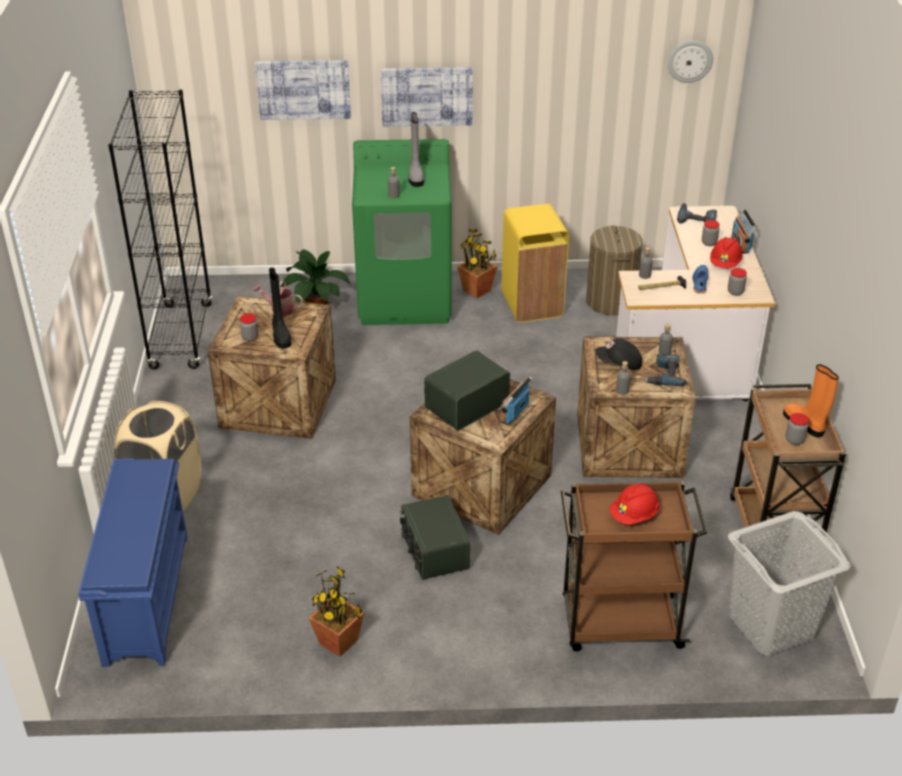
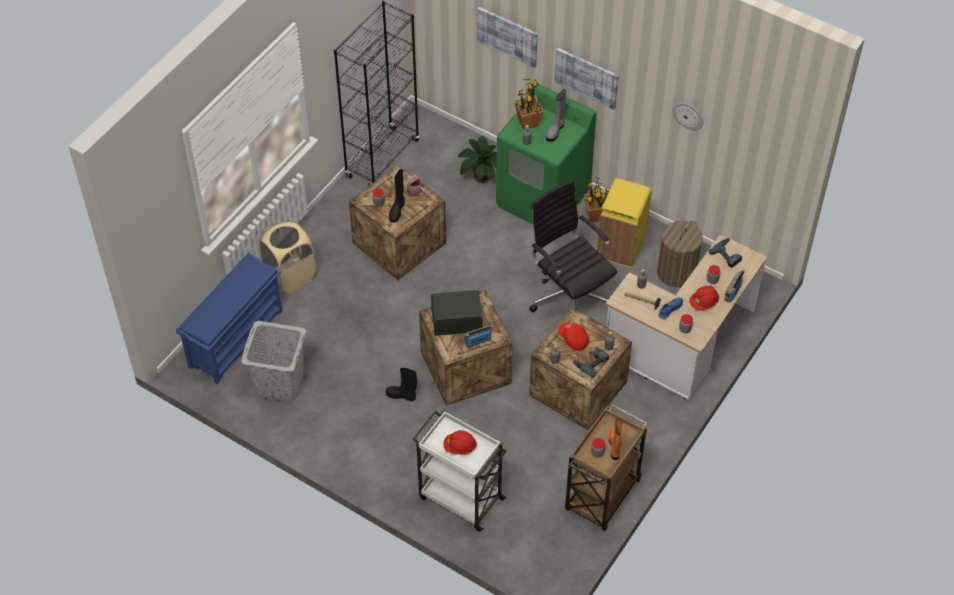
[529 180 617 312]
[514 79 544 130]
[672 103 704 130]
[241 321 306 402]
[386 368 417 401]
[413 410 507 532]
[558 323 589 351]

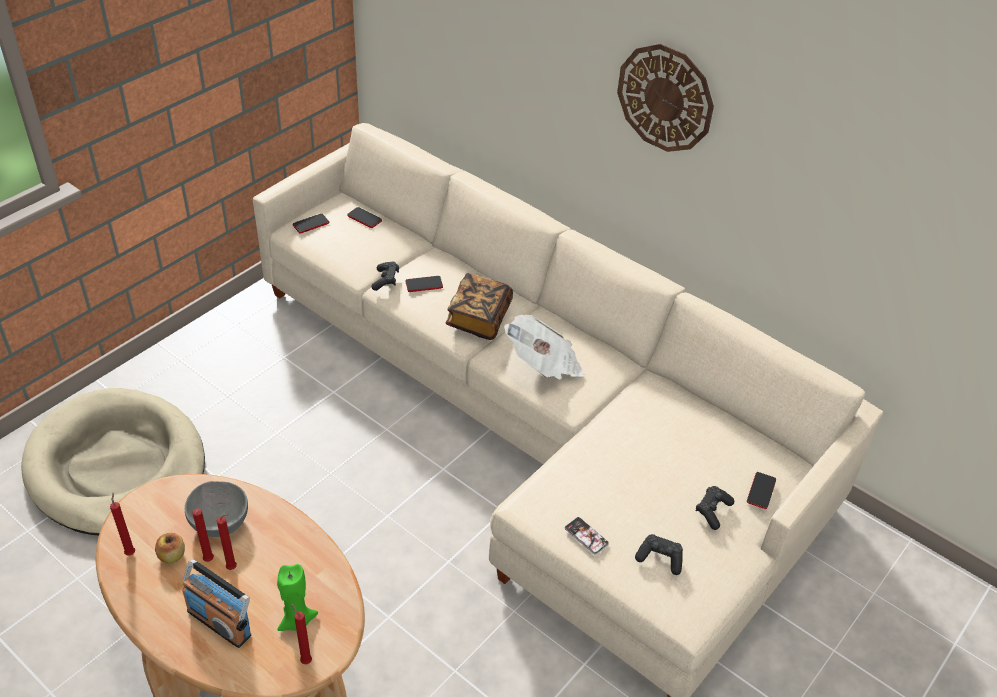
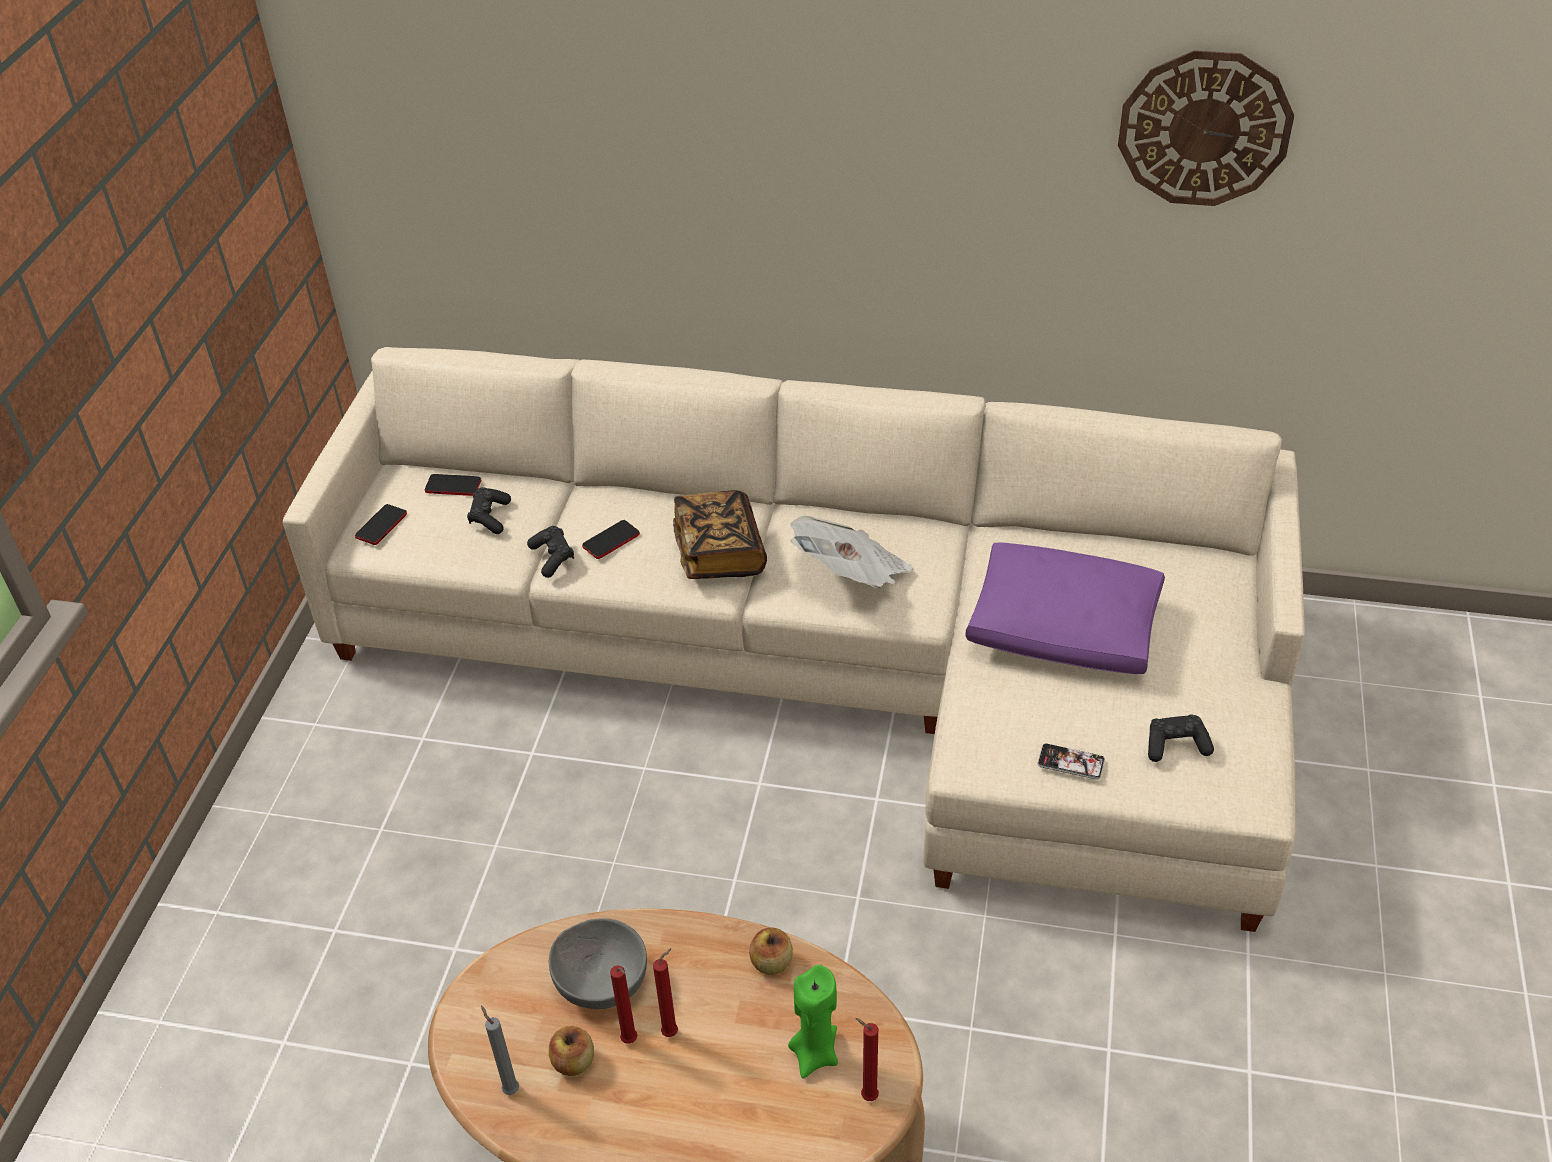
[21 388 205 535] (first image)
[182 559 251 648] (first image)
[747 472 776 509] (first image)
[749 928 793 975]
[965 543 1165 674]
[1118 50 1294 206]
[467 487 511 534]
[481 1006 519 1095]

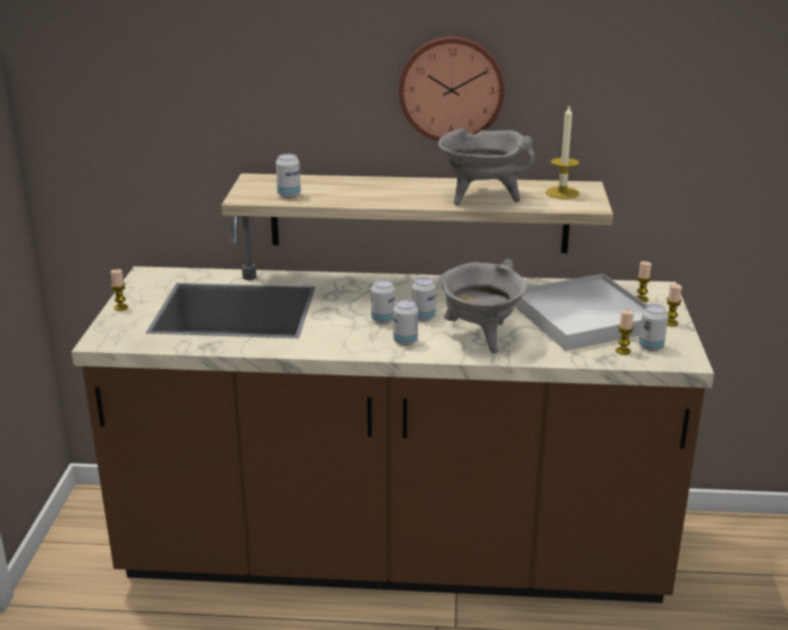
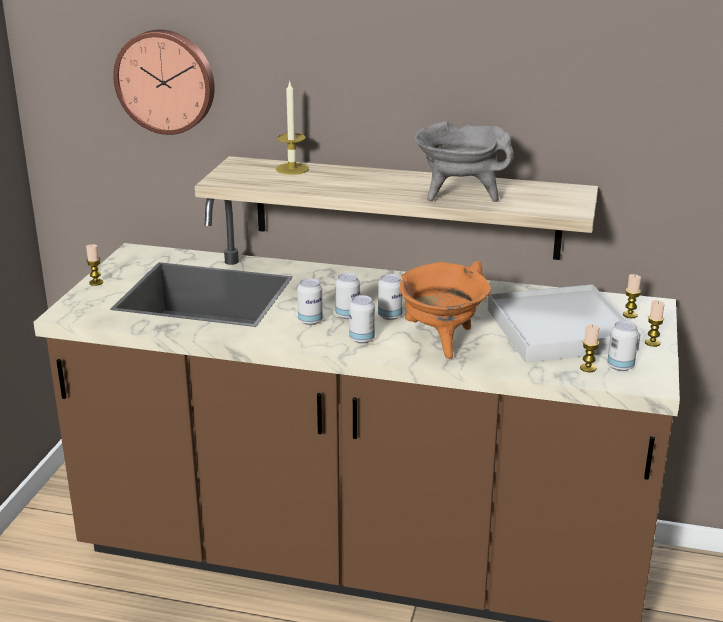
[297 278 323 325]
[113 29 215 135]
[276 80 309 175]
[399 261 491 359]

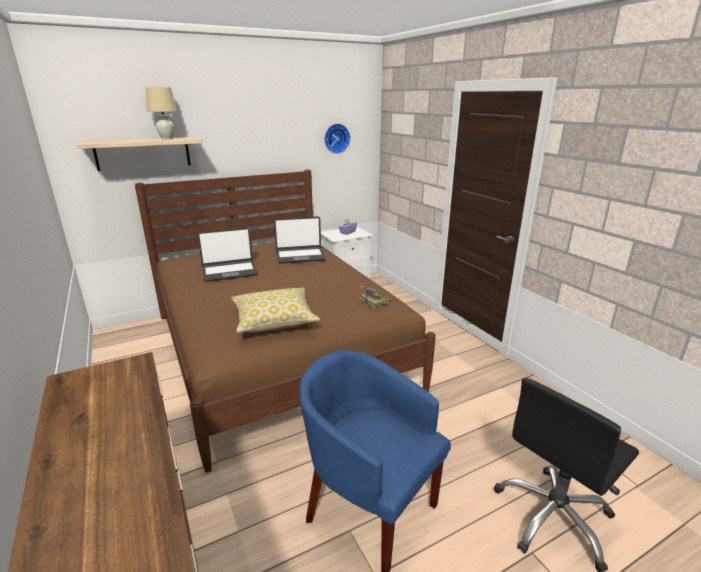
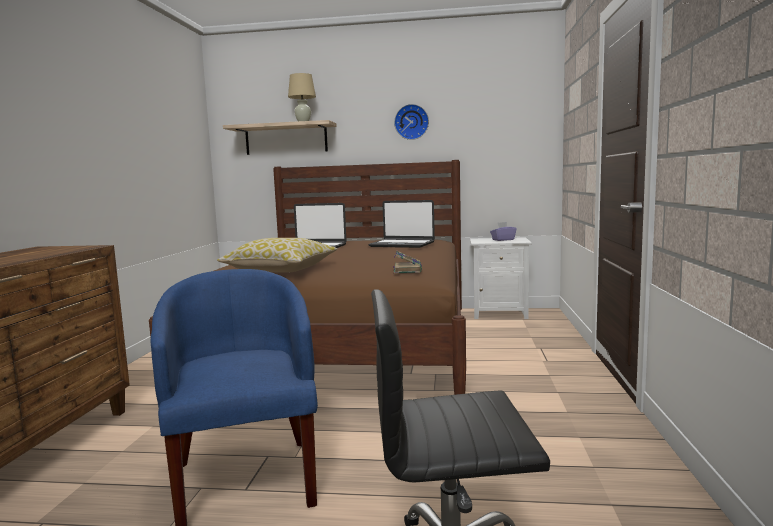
[394 104 429 140]

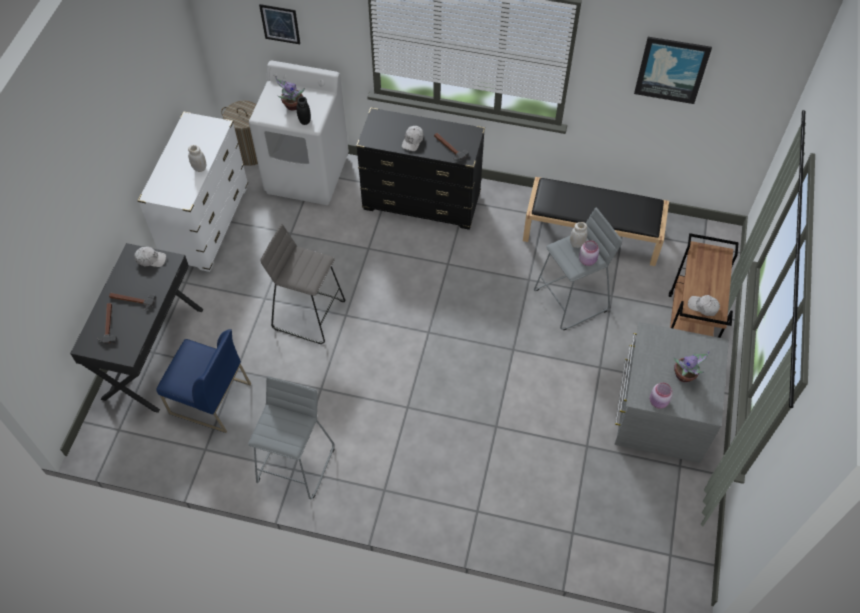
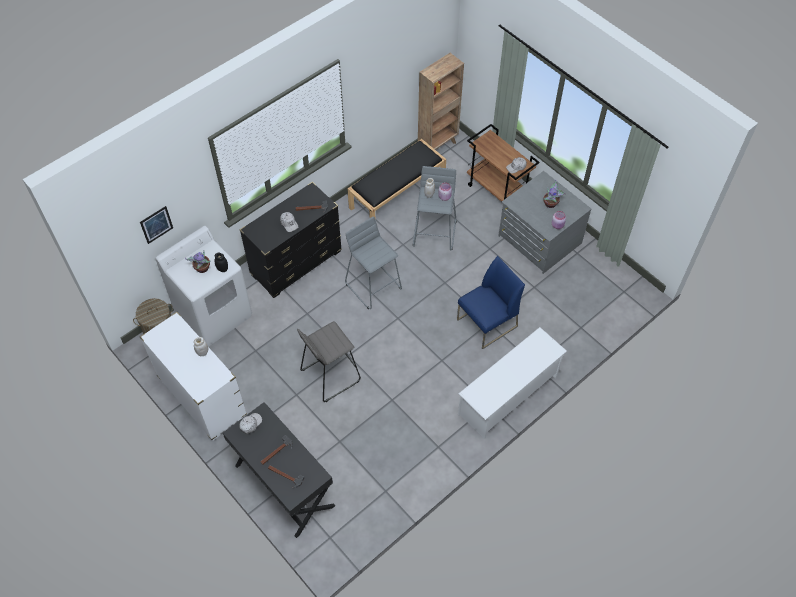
[634 37 712 104] (first image)
[418 53 464 150]
[458 327 567 439]
[457 256 525 349]
[345 216 402 309]

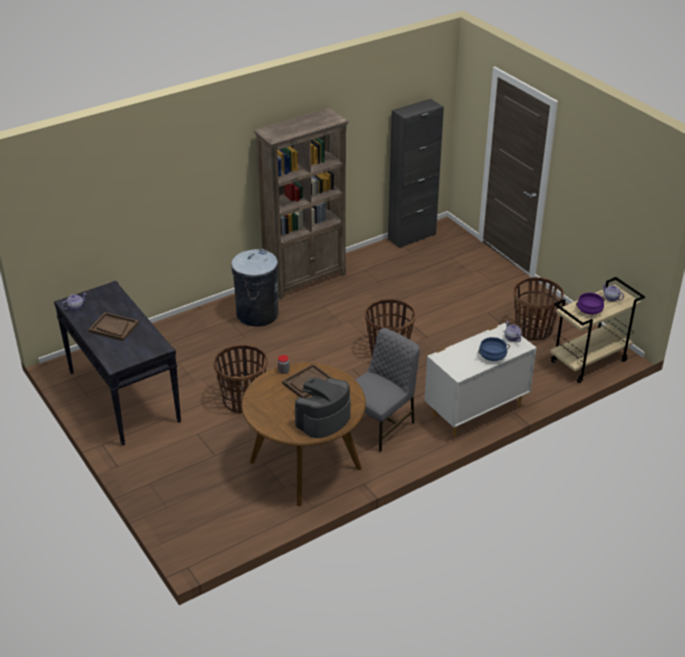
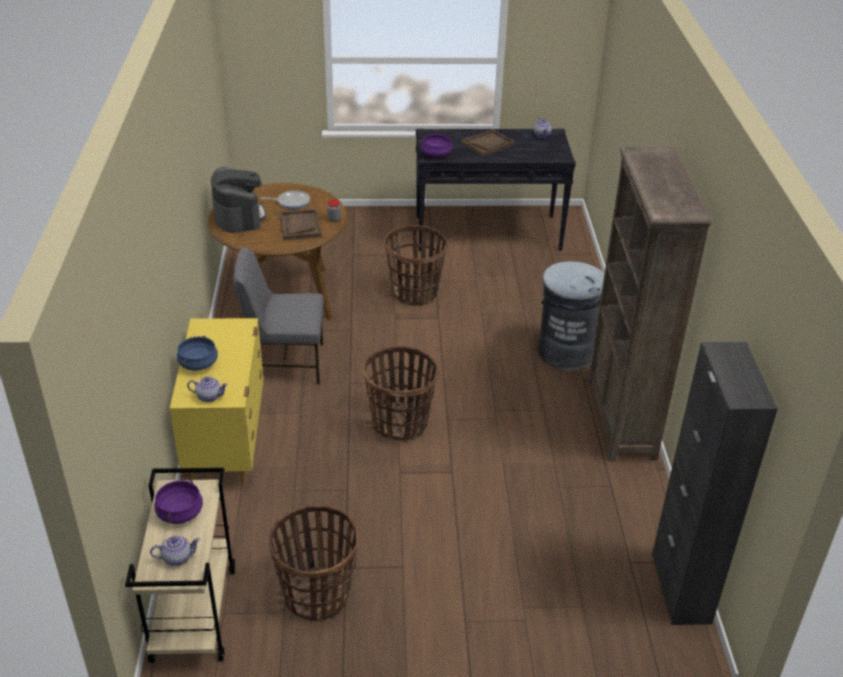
[261 190 310 209]
[418 134 455 157]
[170 318 264 486]
[233 247 324 384]

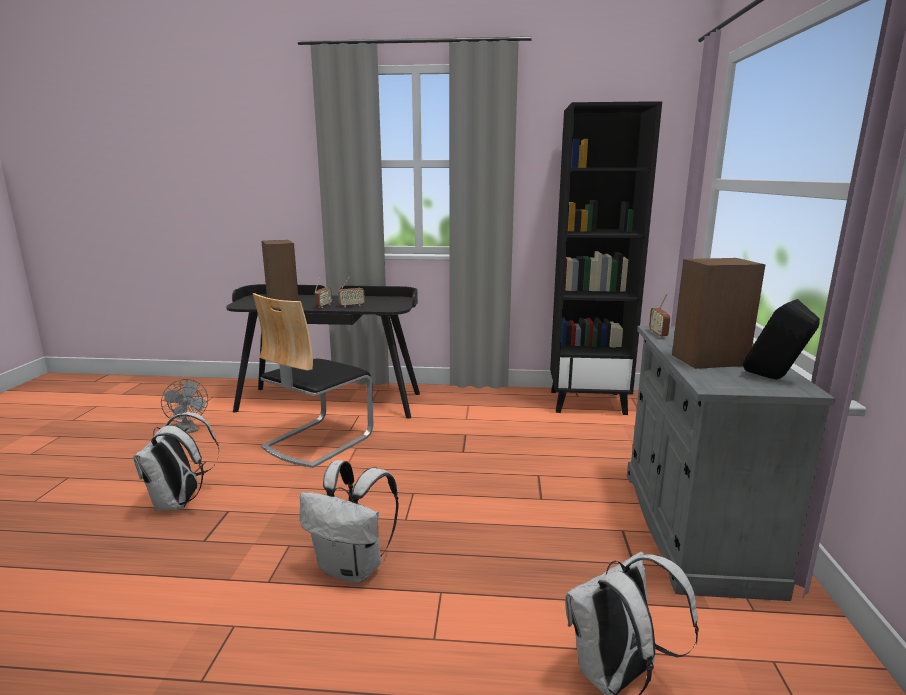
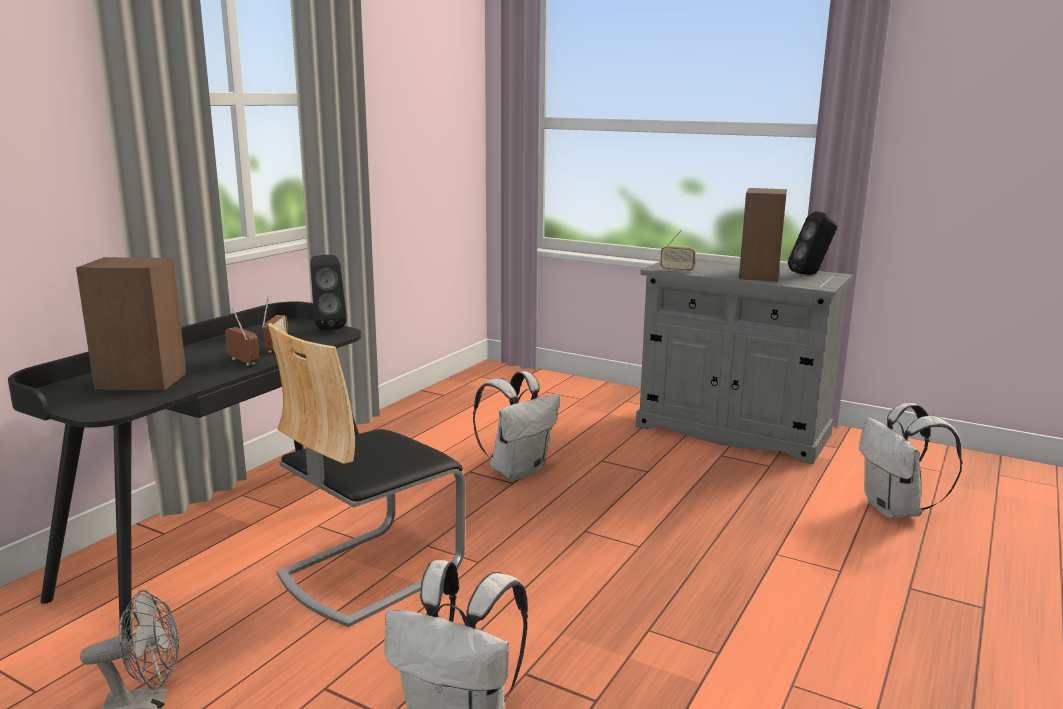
[550 101 662 415] (first image)
[310 255 347 330]
[473 371 560 480]
[268 323 466 627]

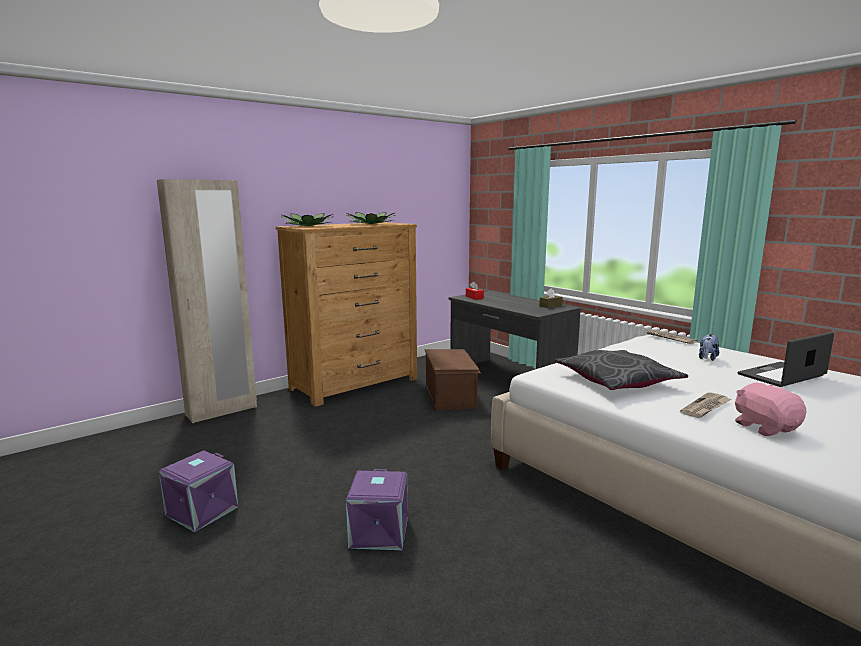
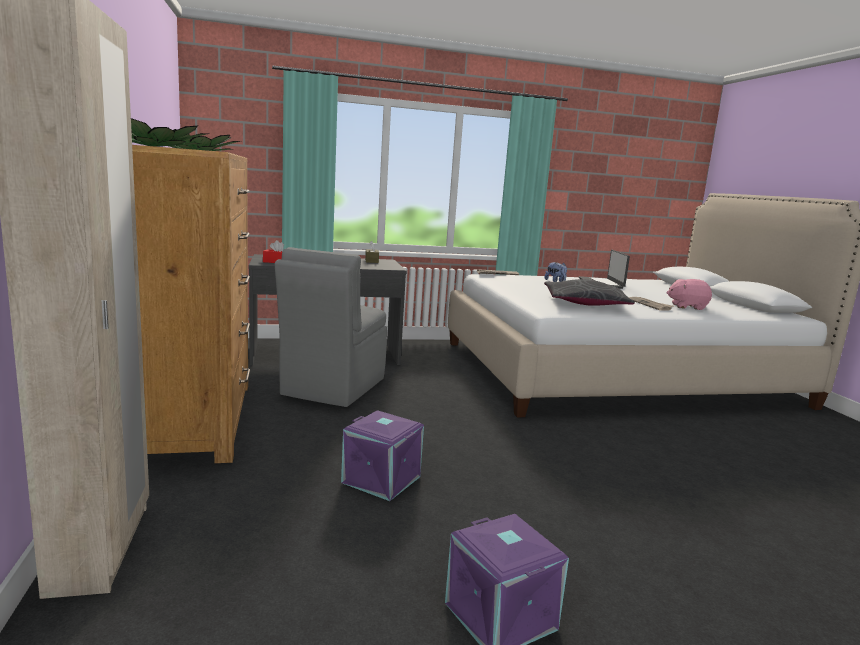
[341 410 424 501]
[275 247 387 407]

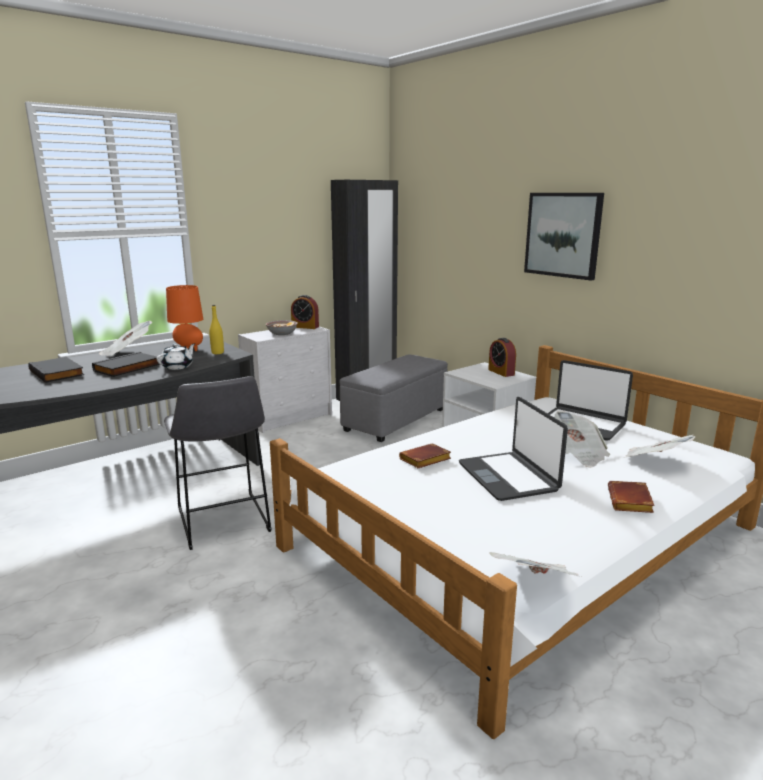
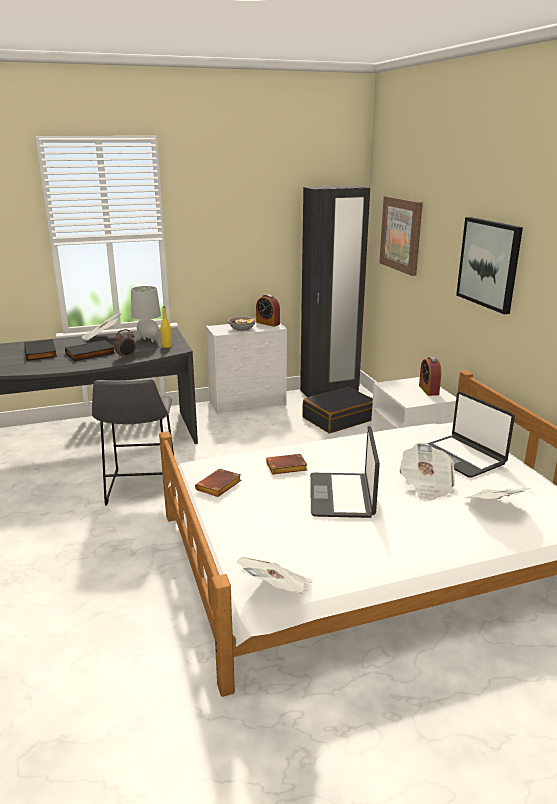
[379 196 423 276]
[195 469 241 497]
[114 329 136 359]
[302 387 373 434]
[131 286 161 342]

